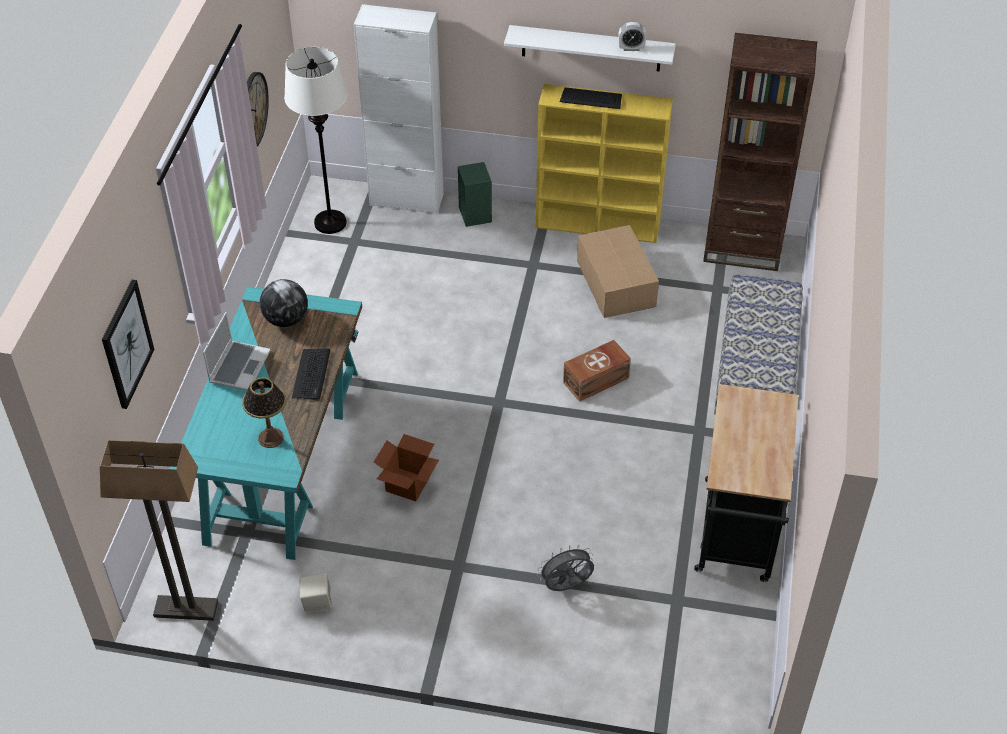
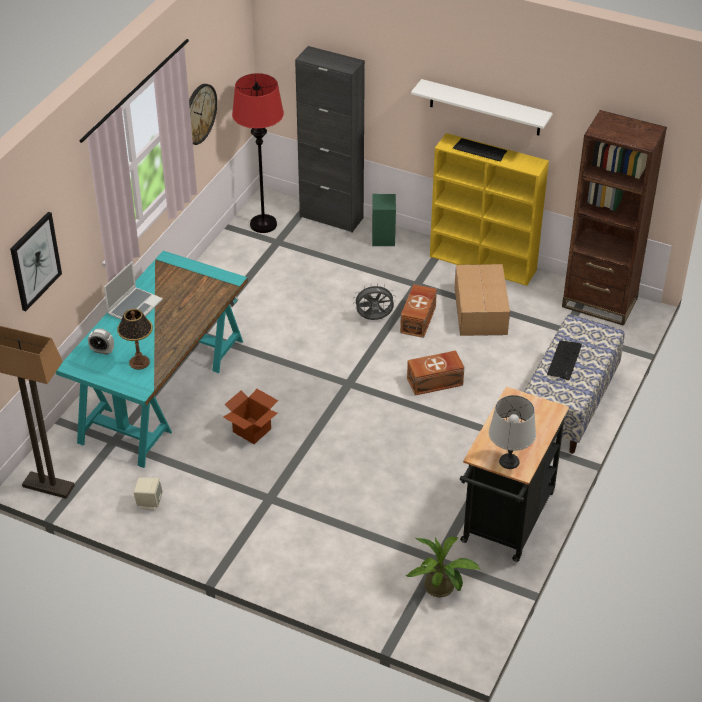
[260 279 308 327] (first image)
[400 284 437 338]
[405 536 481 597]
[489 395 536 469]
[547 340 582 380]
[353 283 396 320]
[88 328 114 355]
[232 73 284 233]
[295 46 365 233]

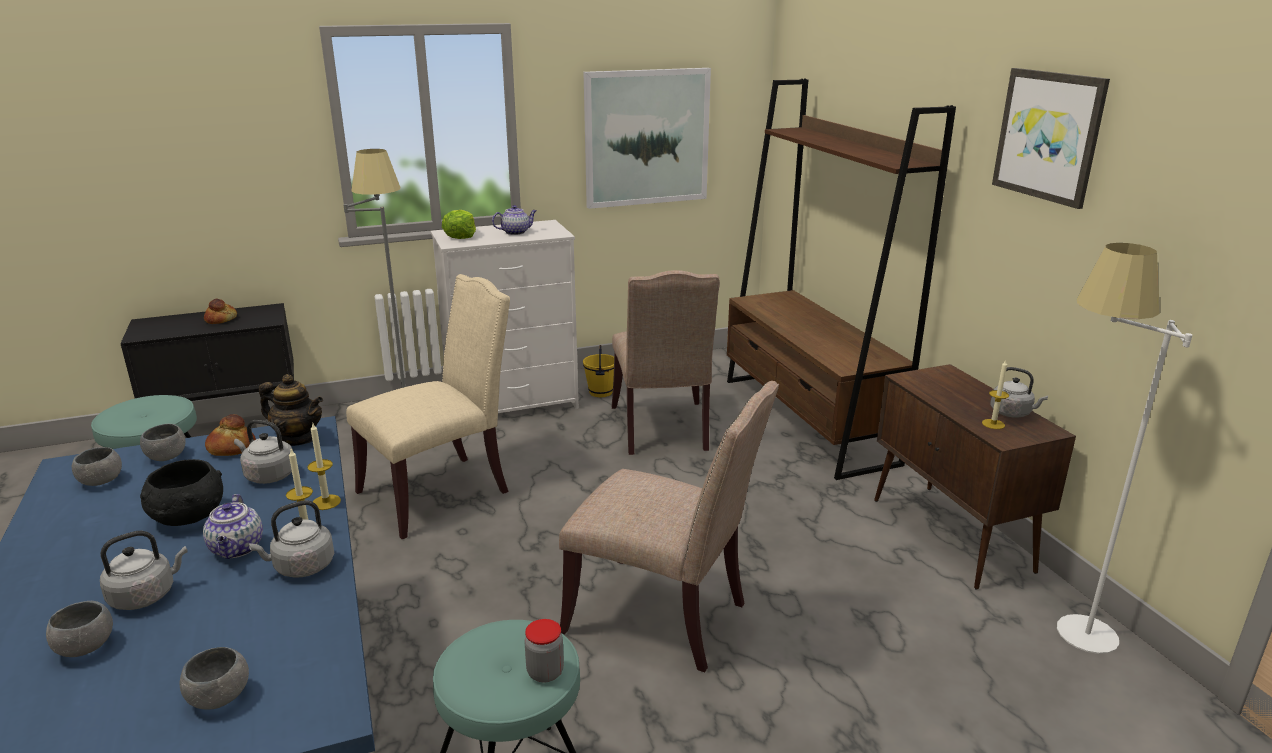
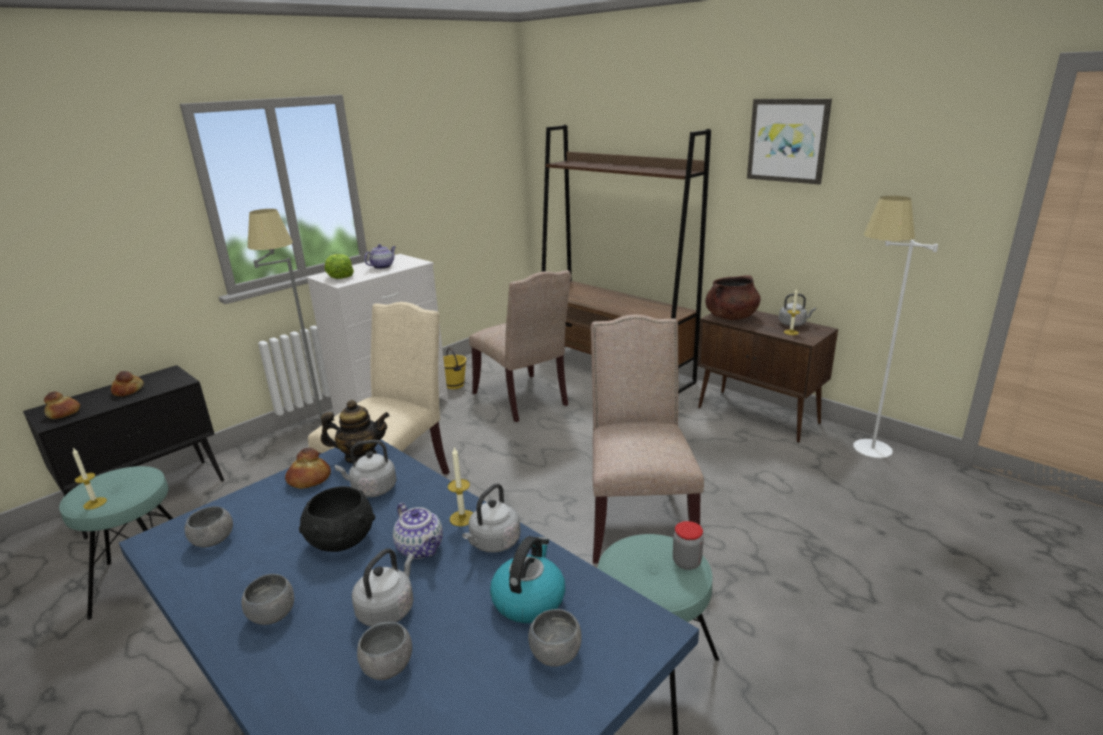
[583 68 711 209] (first image)
[44 391 80 419]
[490 536 565 623]
[706 275 761 320]
[241 574 294 625]
[72 448 107 510]
[590 314 704 564]

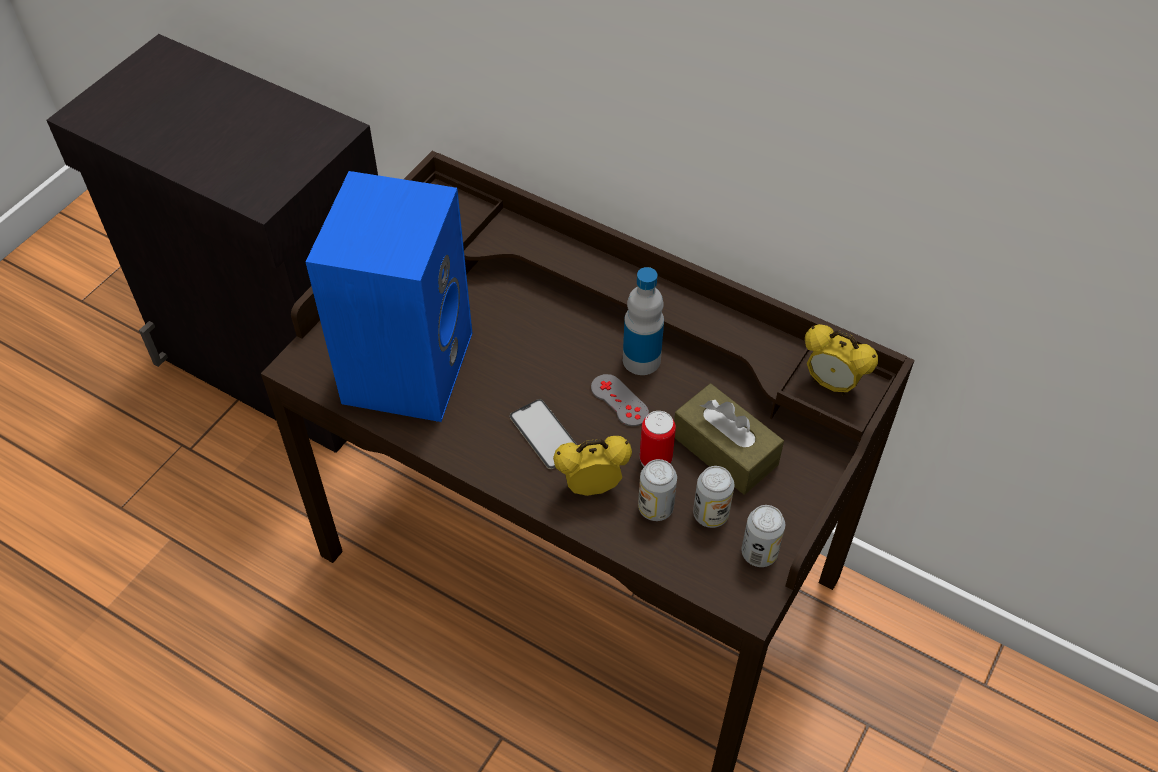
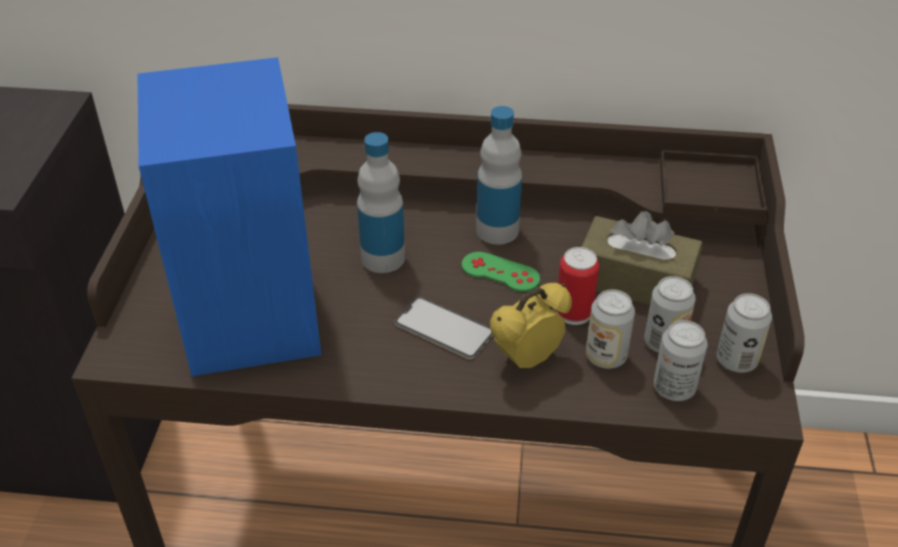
[805 324 878 396] (first image)
[357 132 405 273]
[654 320 708 401]
[462 252 540 292]

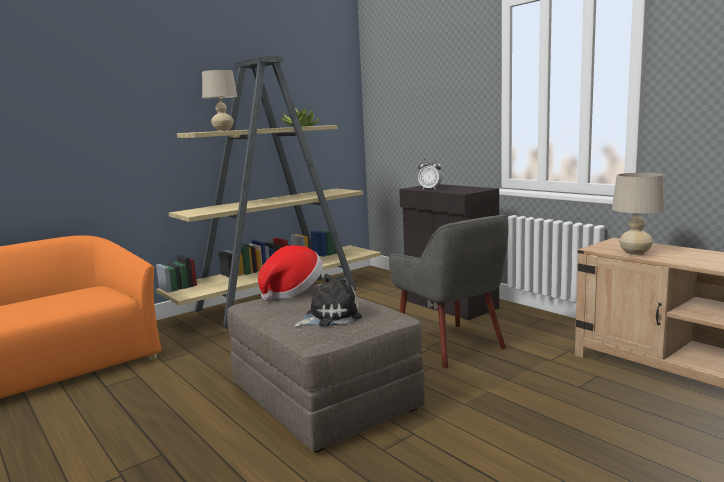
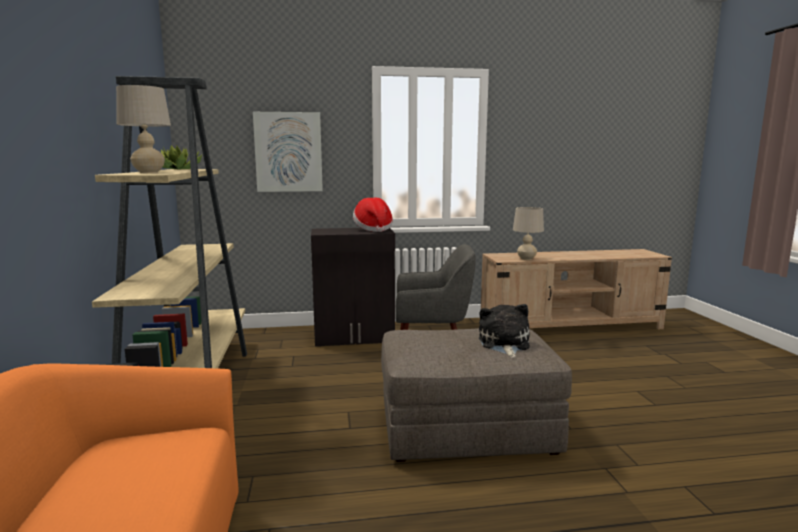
[418 158 442 190] (first image)
[253 112 323 192]
[353 198 393 232]

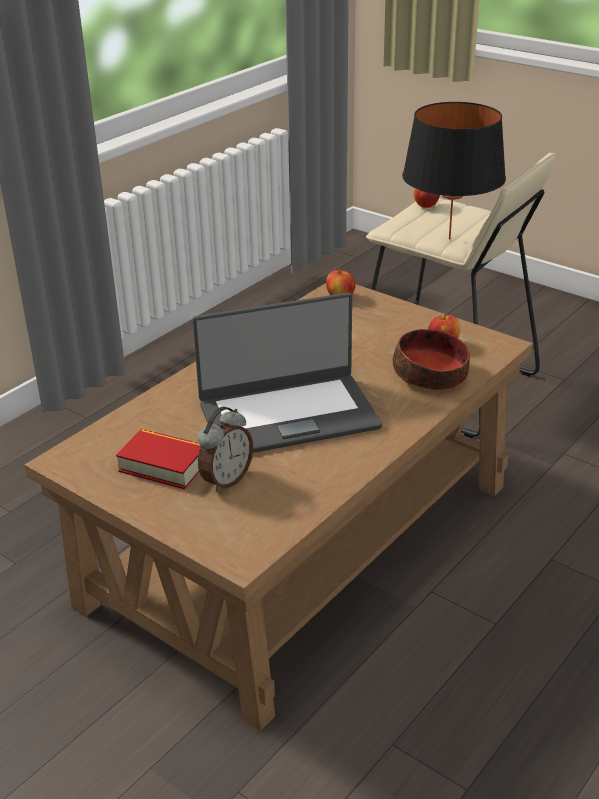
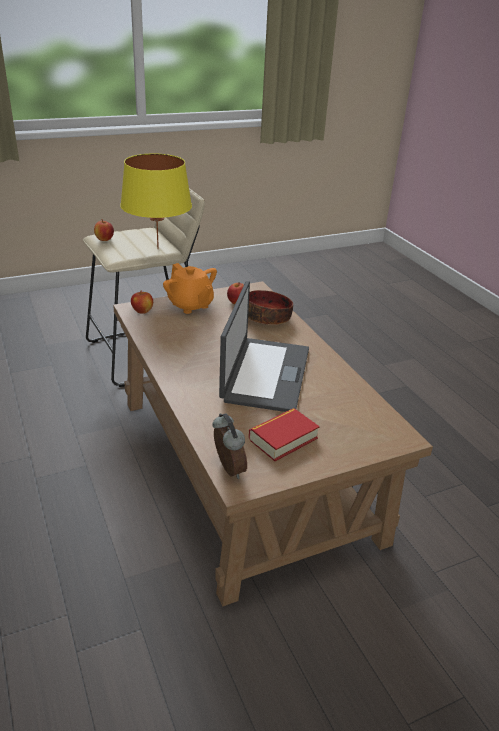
[163 263 217 314]
[212 413 247 479]
[120 154 192 249]

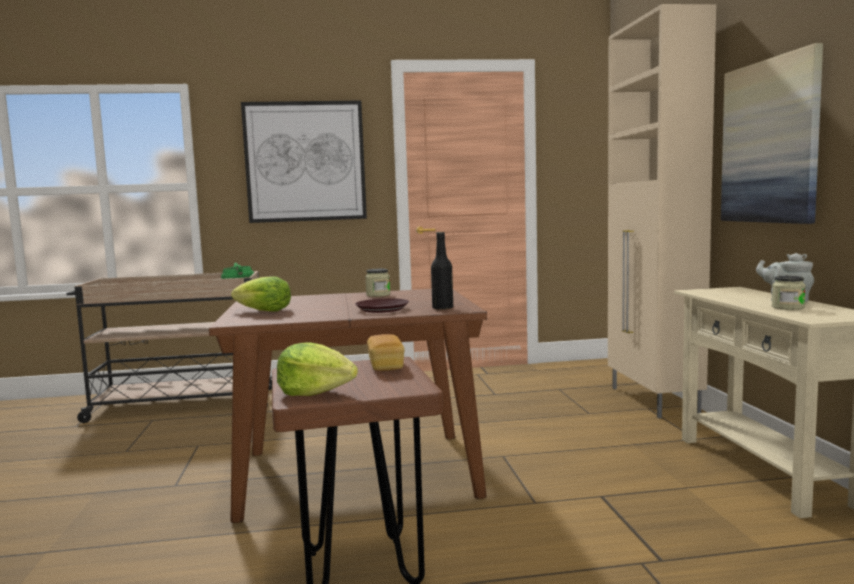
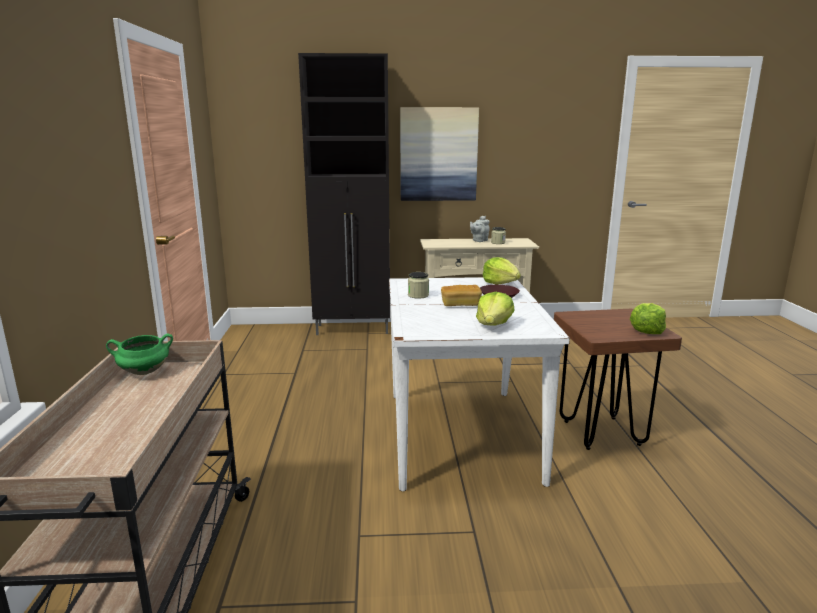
[241 100 367 223] (first image)
[441 285 482 306]
[483 257 521 285]
[389 277 570 491]
[298 53 390 335]

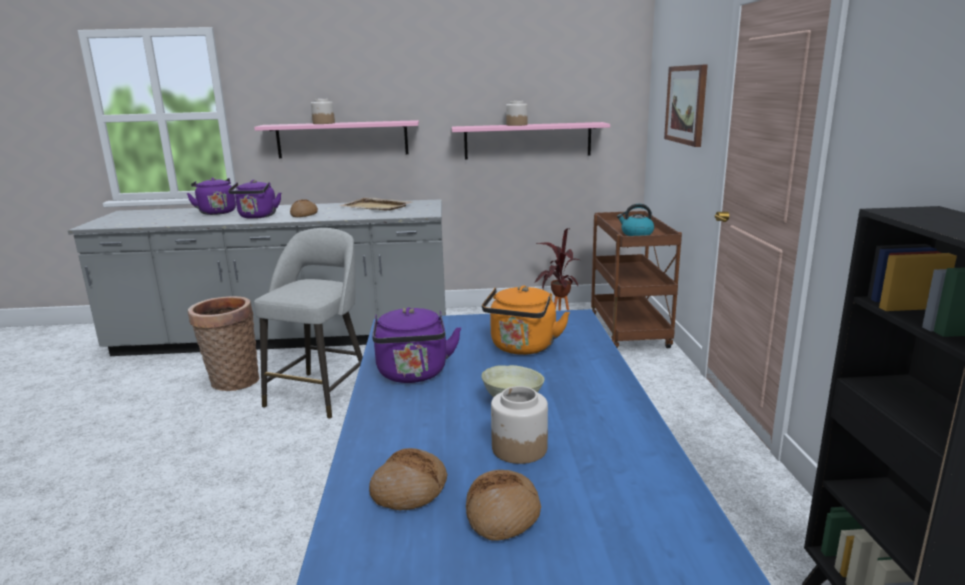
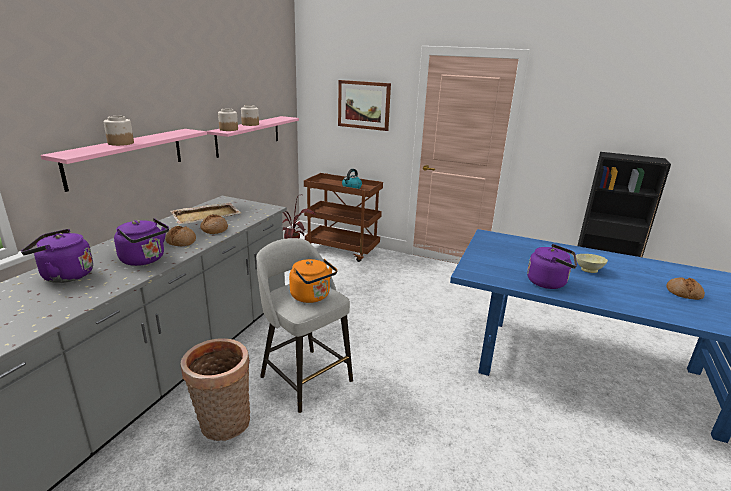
[200 214 228 234]
[289 259 337 303]
[218 109 238 131]

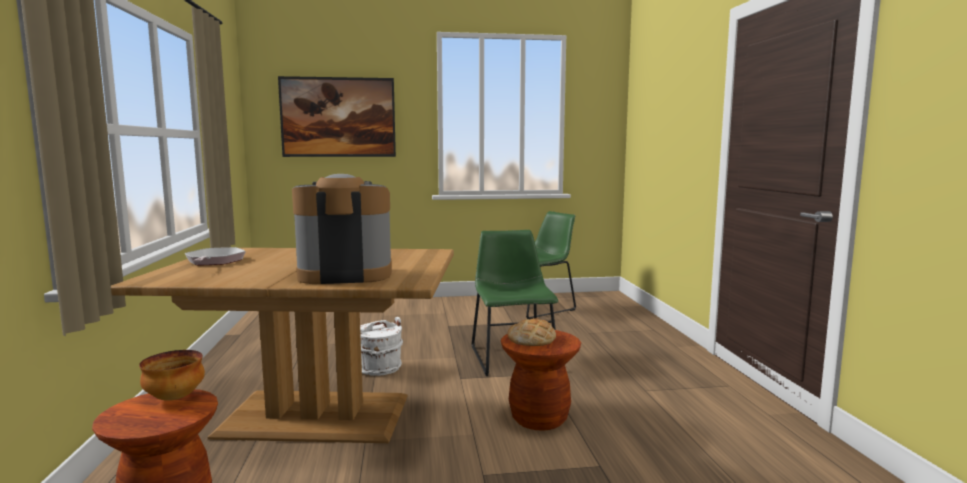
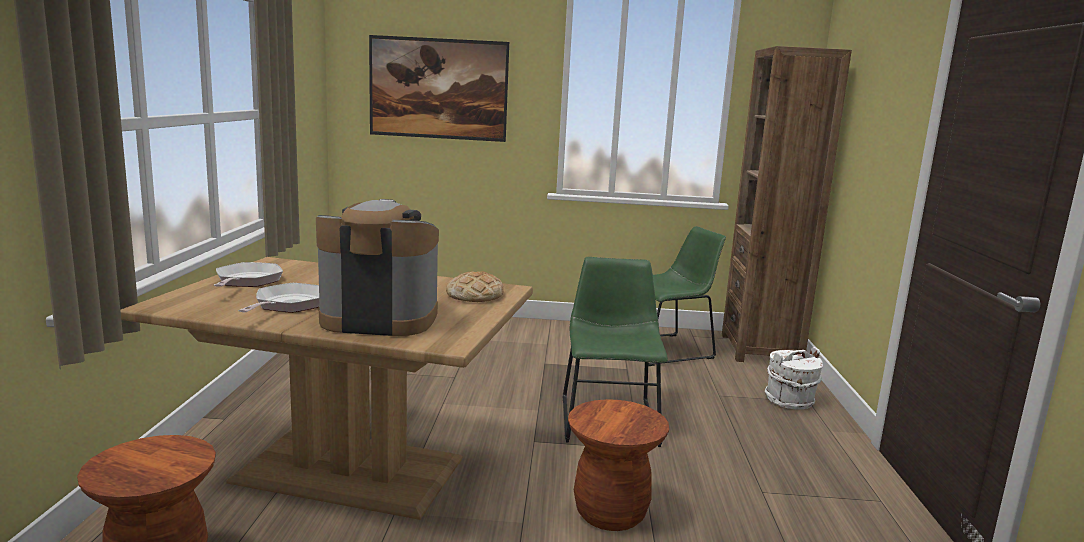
[139 350 205 401] (first image)
[238 283 320 313]
[722 46 852 362]
[765 347 823 410]
[446 271 504 302]

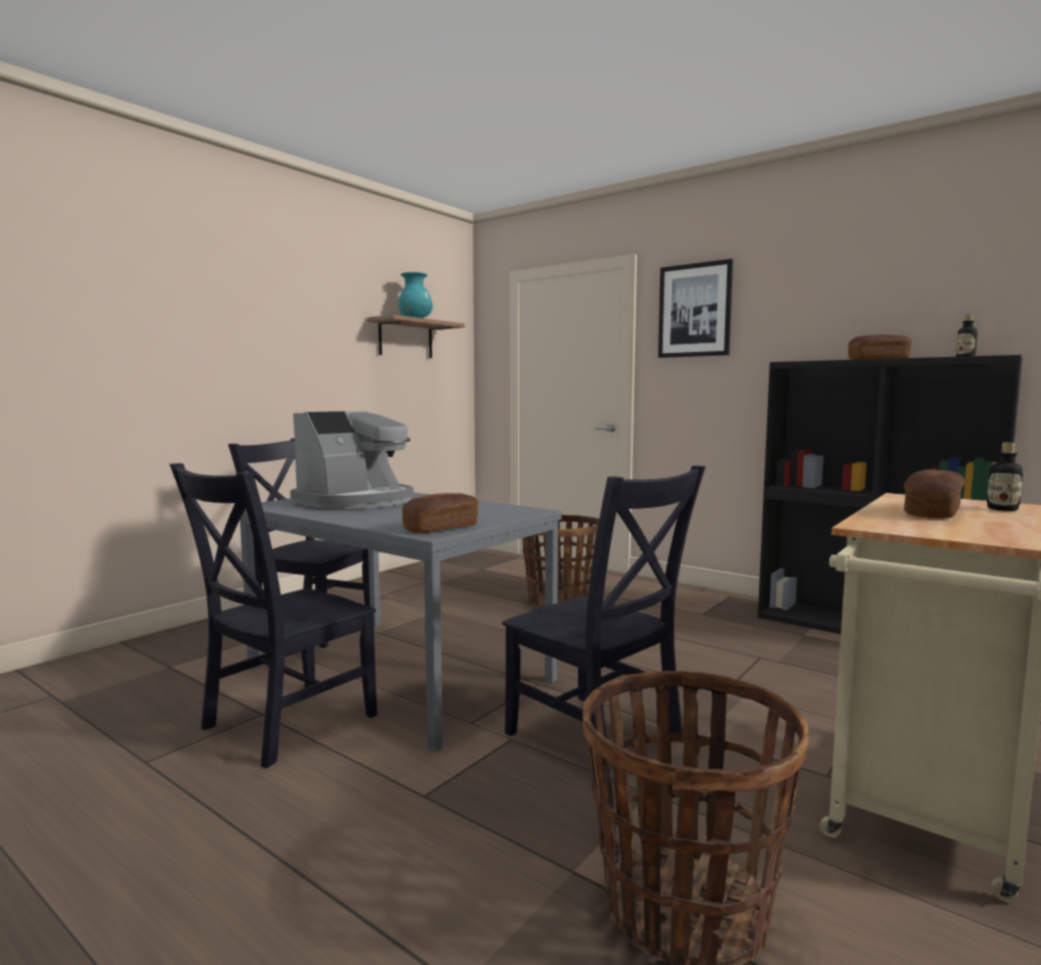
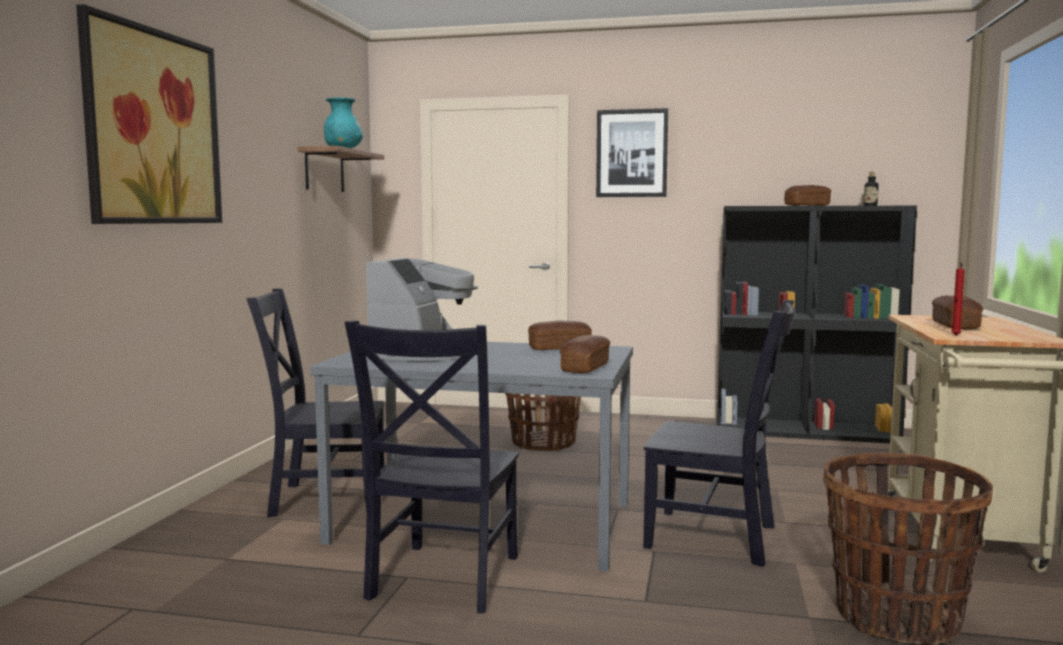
[987 442 1023 511] (first image)
[76 4 222 224]
[528 321 592 350]
[951 262 965 335]

